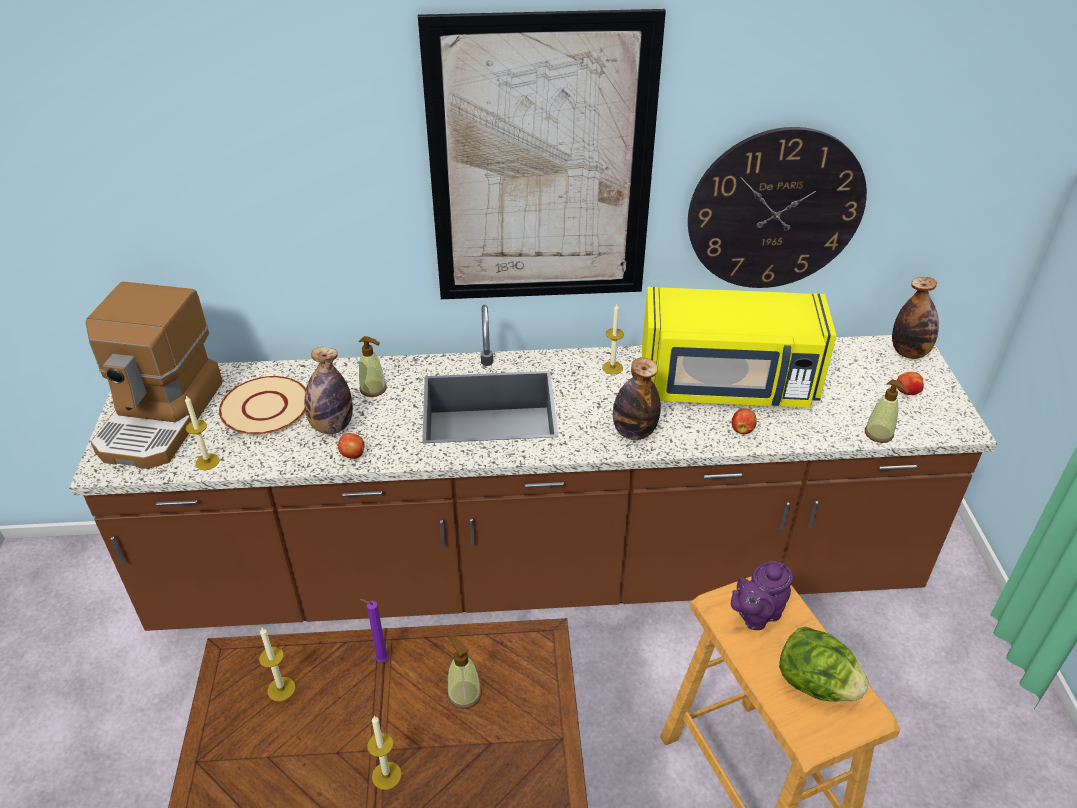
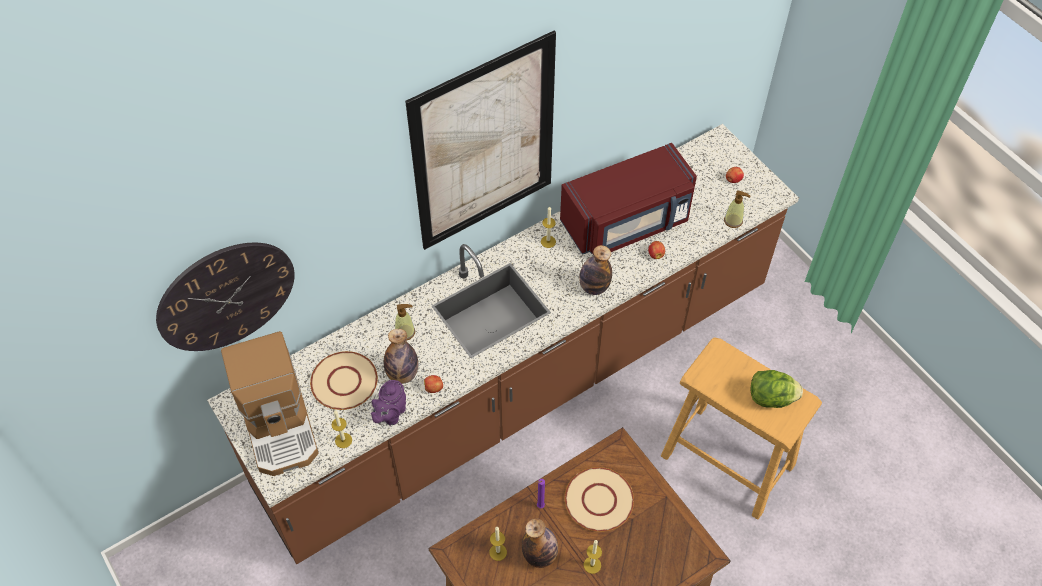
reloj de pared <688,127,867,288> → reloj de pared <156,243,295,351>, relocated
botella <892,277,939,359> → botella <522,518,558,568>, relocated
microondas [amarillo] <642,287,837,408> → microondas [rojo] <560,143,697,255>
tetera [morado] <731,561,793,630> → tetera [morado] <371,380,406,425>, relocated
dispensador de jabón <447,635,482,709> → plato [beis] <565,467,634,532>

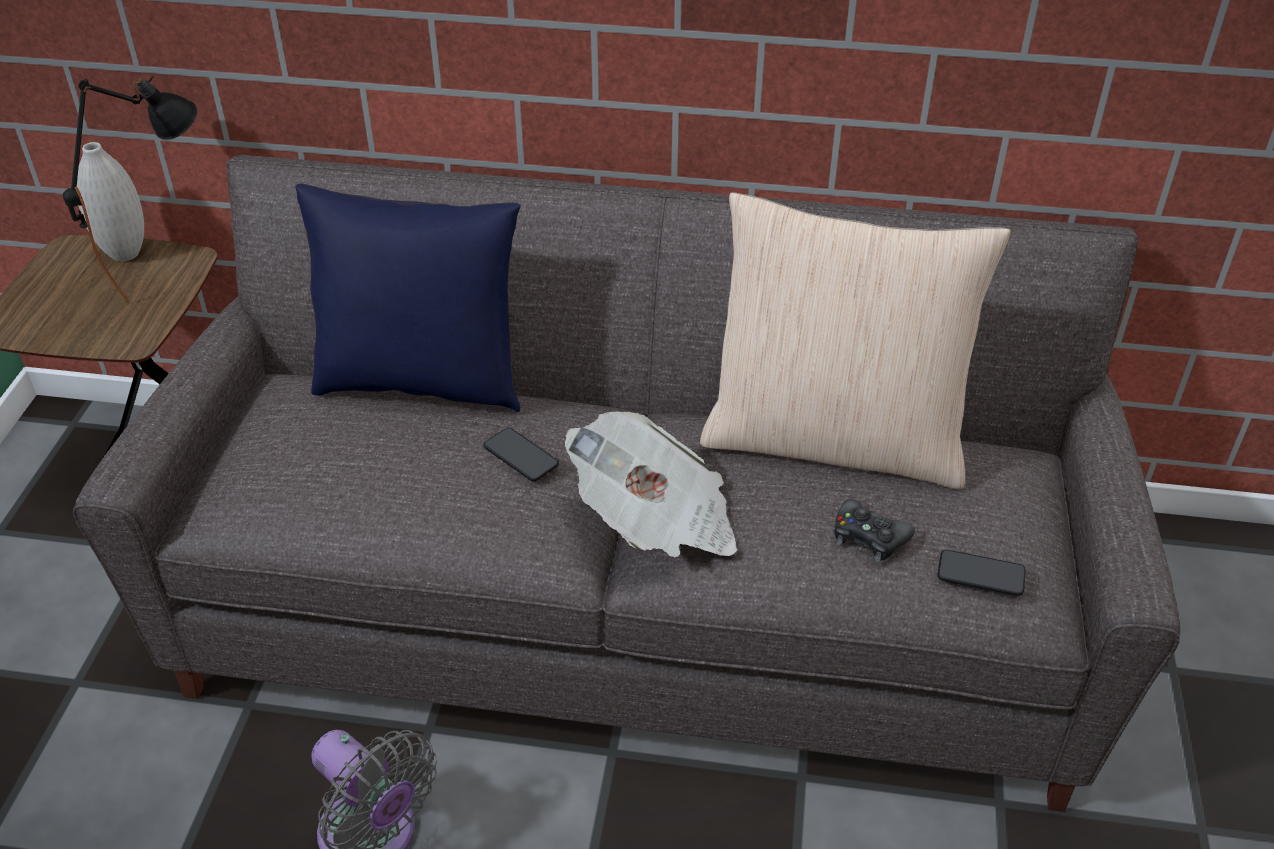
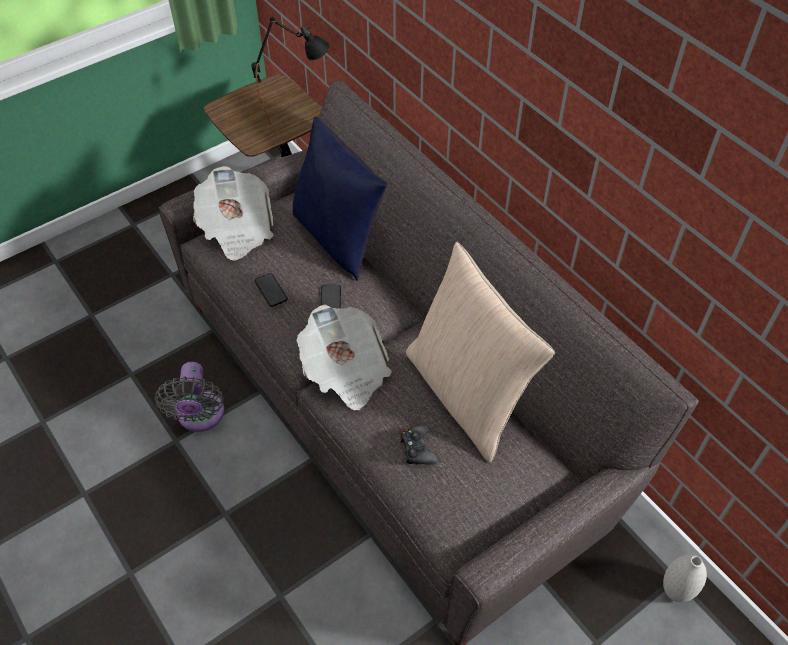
florero [blanco] <77,142,144,261> → florero [blanco] <663,555,707,602>, relocated
móvil <938,549,1026,596> → móvil <254,273,288,307>, relocated
- → periódico <193,166,273,261>

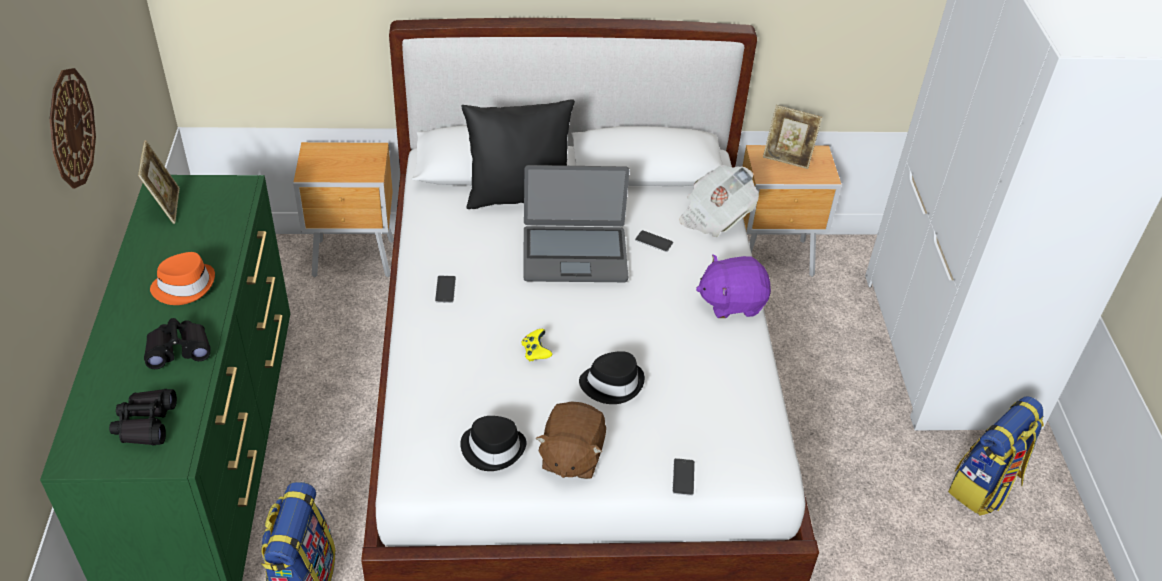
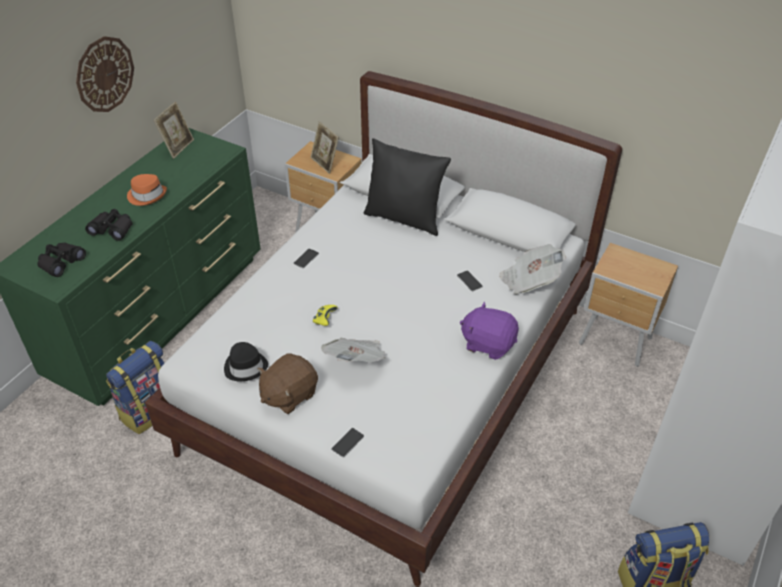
portarretratos <763,105,822,169> → portarretratos <311,121,339,174>, relocated
portátil <523,165,630,282> → -
sombrero [negro] <579,351,645,404> → periódico <321,338,386,363>

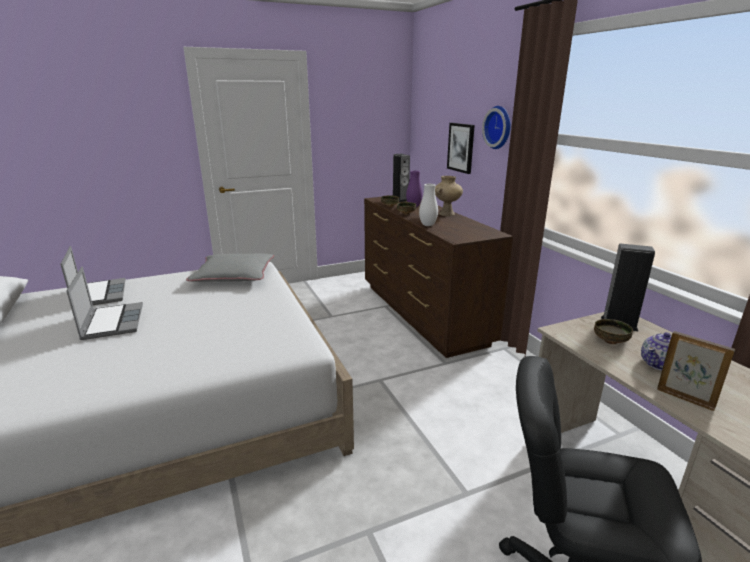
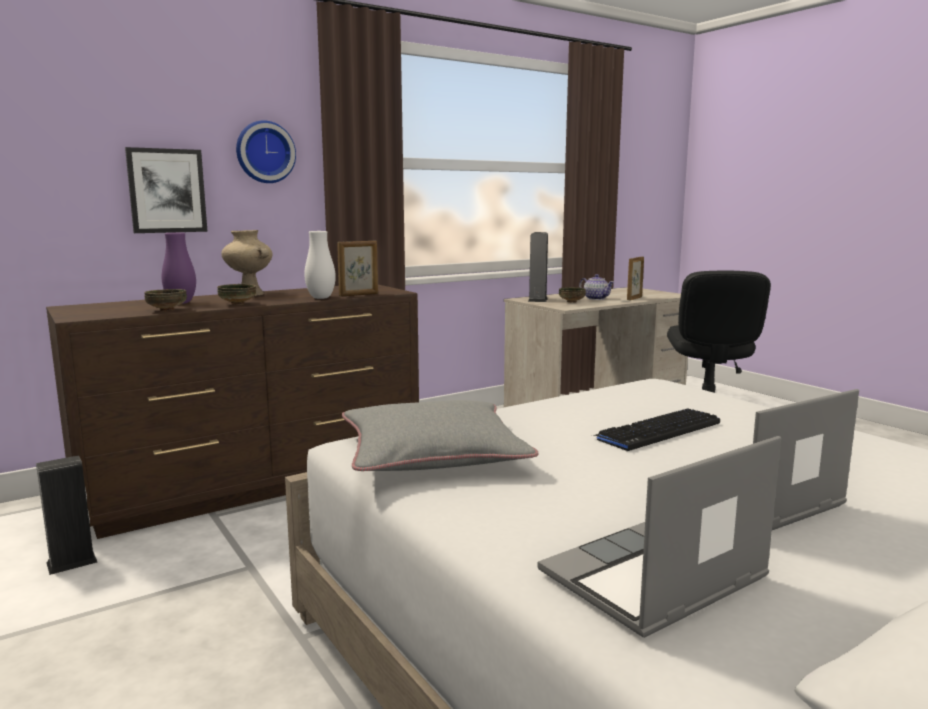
altavoz <393,154,410,202> → altavoz <36,455,97,575>, relocated
- → portarretratos <337,241,378,296>
- → teclado <593,408,720,452>

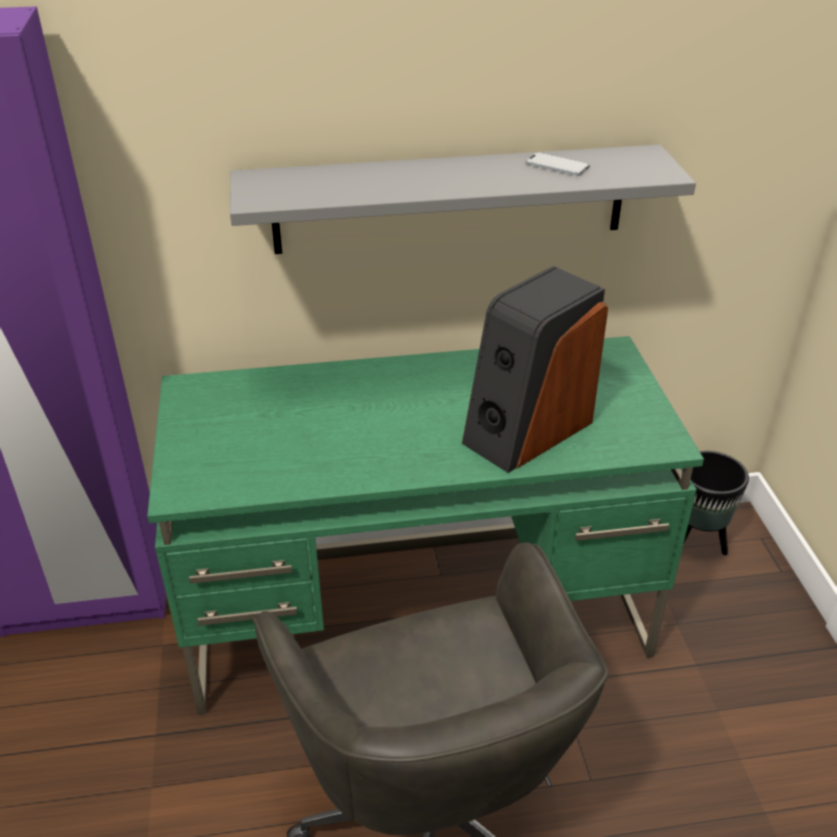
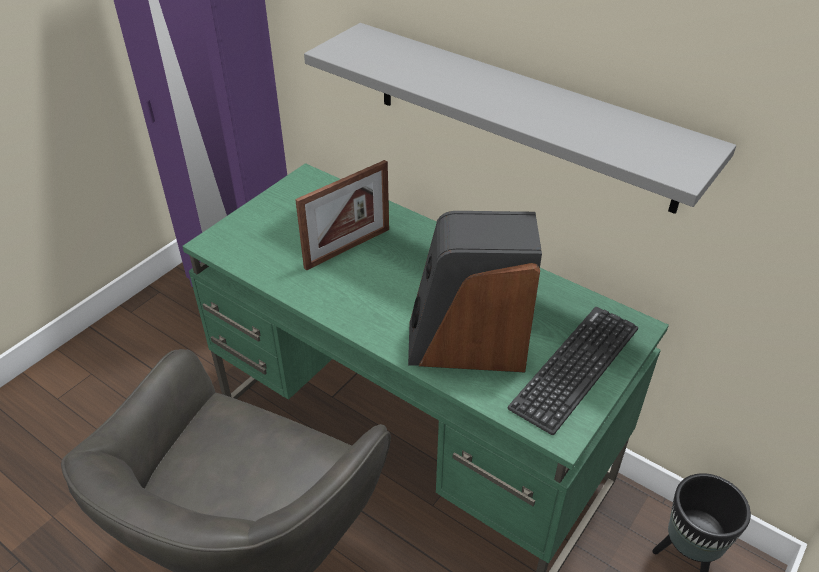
móvil <526,152,590,176> → -
- → portarretratos <295,160,389,271>
- → teclado <507,307,638,435>

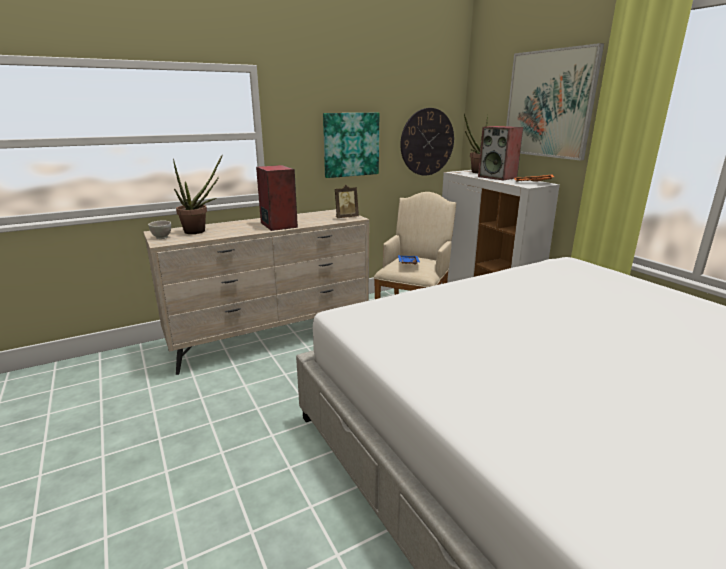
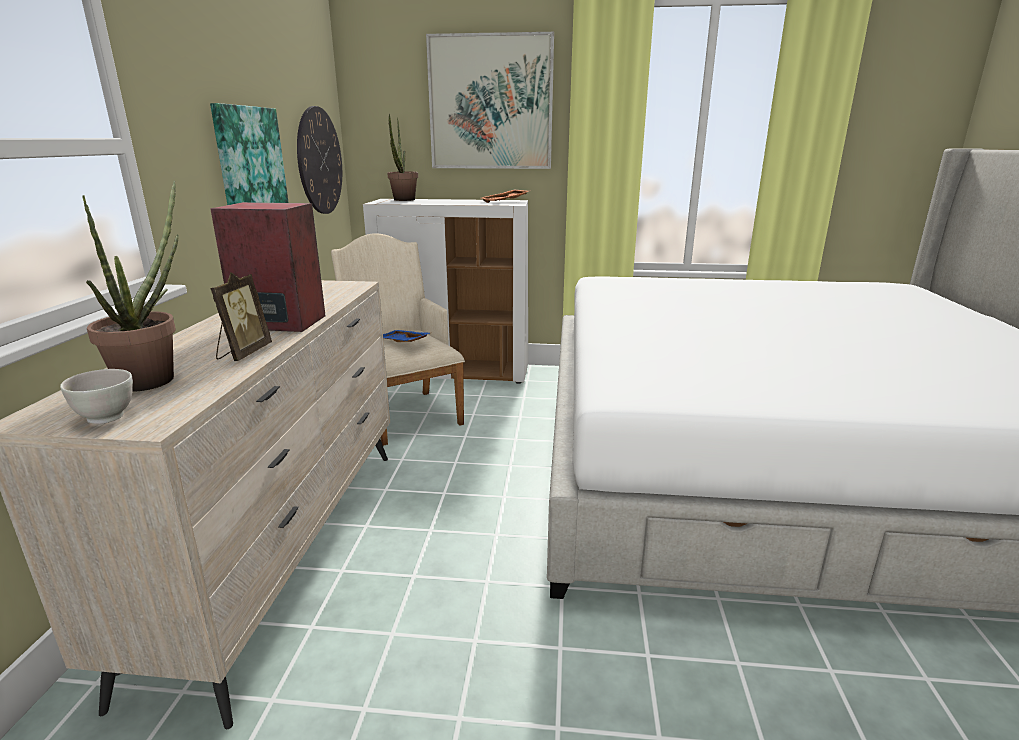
altavoz <478,126,523,181> → -
portarretratos <335,185,359,218> → portarretratos <210,272,272,361>, relocated

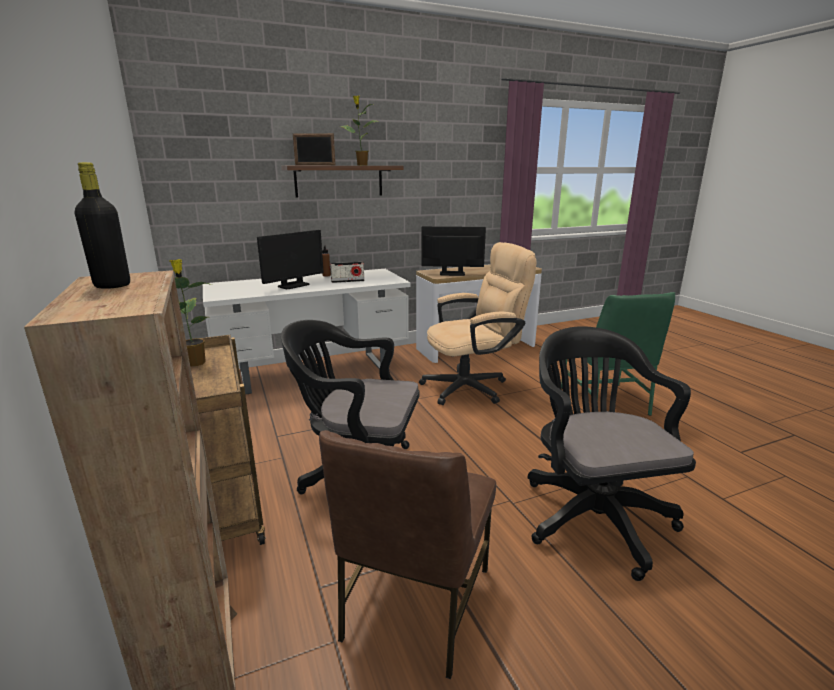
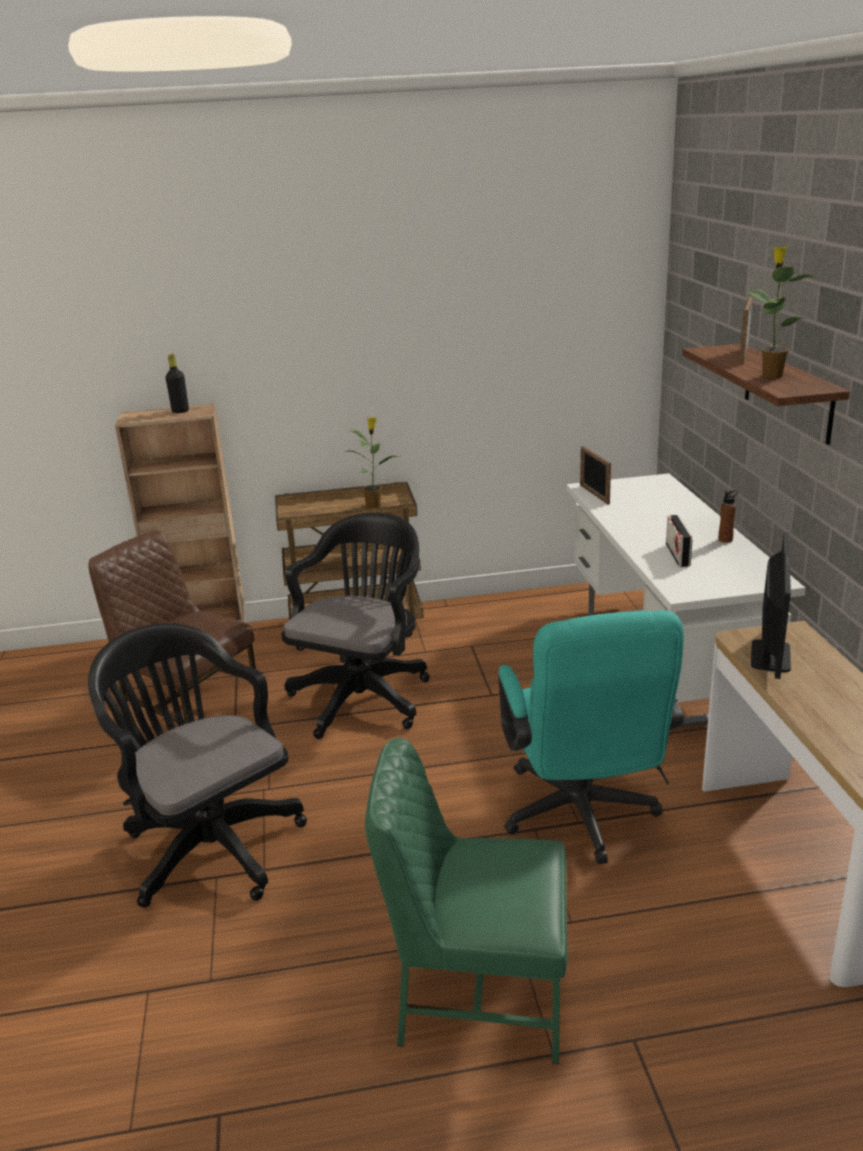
monitor <257,230,324,289> → -
silla de oficina [beis] <419,242,537,405> → silla de oficina [turquesa] <498,610,684,864>
silla de oficina [negro] <527,326,696,581> → silla de oficina [negro] <88,623,307,908>, 135 degrees counterclockwise
- → portarretratos <580,446,611,504>

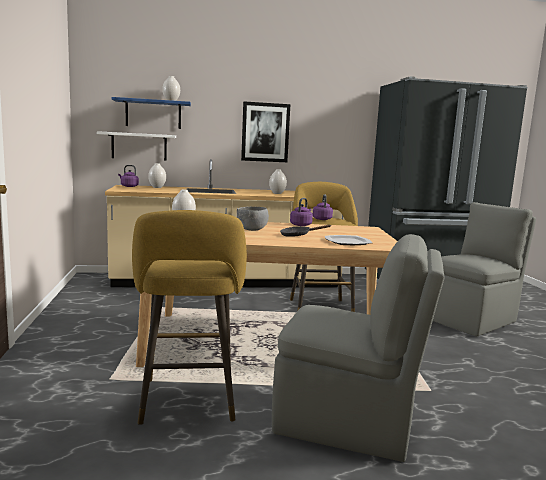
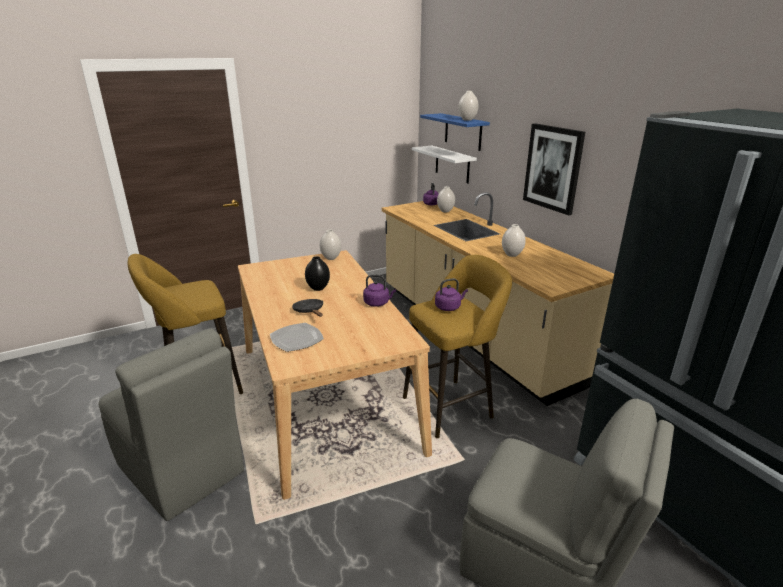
cuenco [gris] <237,207,269,231> → florero [negro] <305,256,330,291>
silla [gris] <272,234,445,462> → silla [gris] <98,329,244,521>, 45 degrees counterclockwise

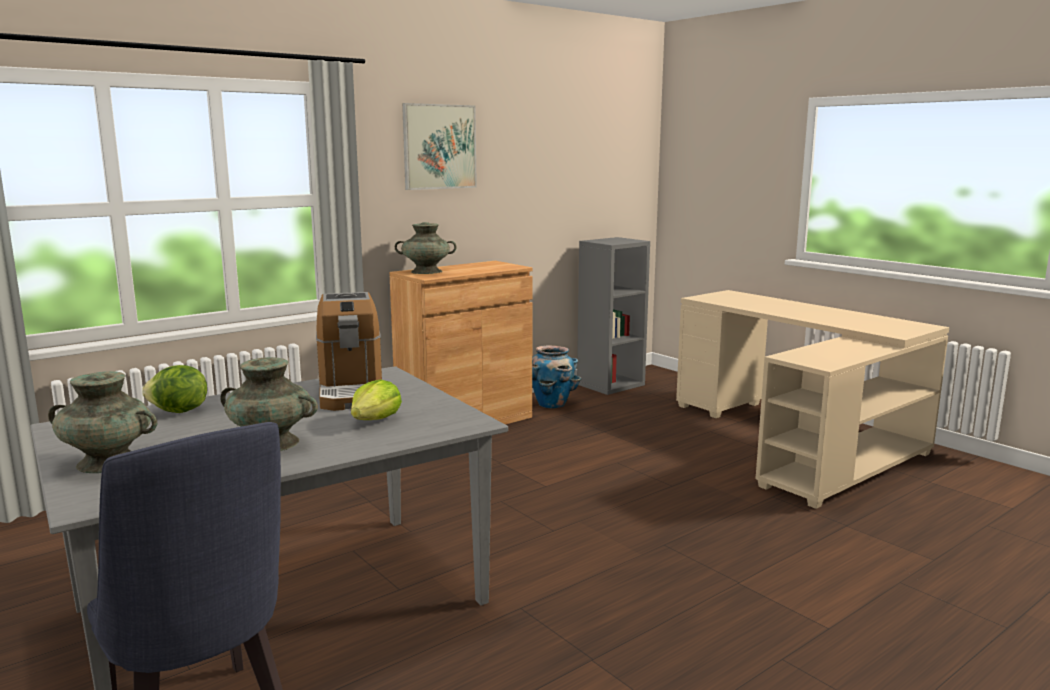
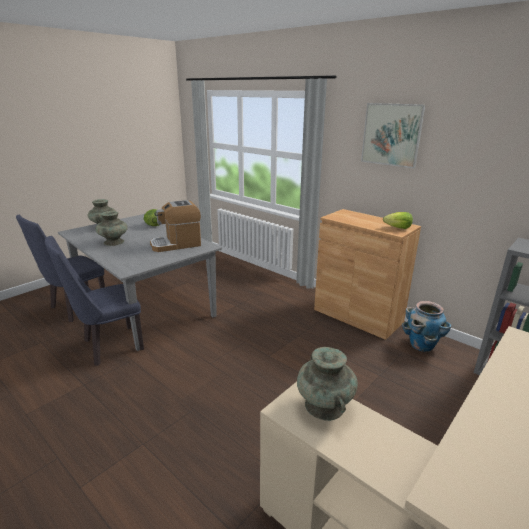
florero [turquesa] <395,222,457,274> → florero [turquesa] <297,347,358,421>, relocated
lechuga <351,379,402,420> → lechuga <383,212,413,229>, relocated
- → silla [azul] <45,236,144,366>

